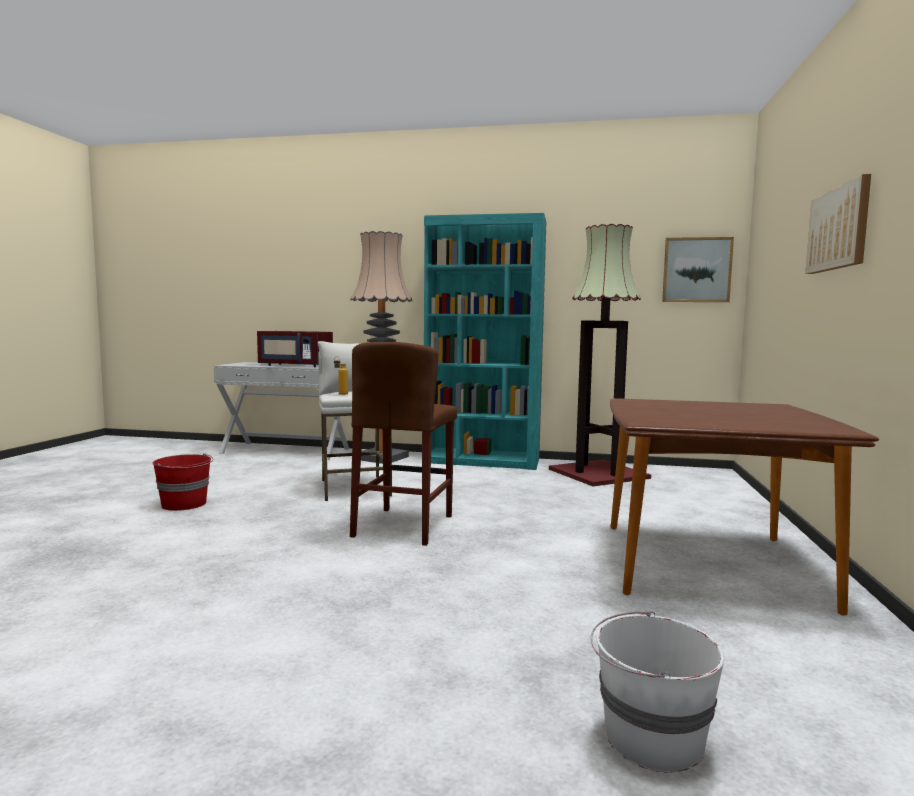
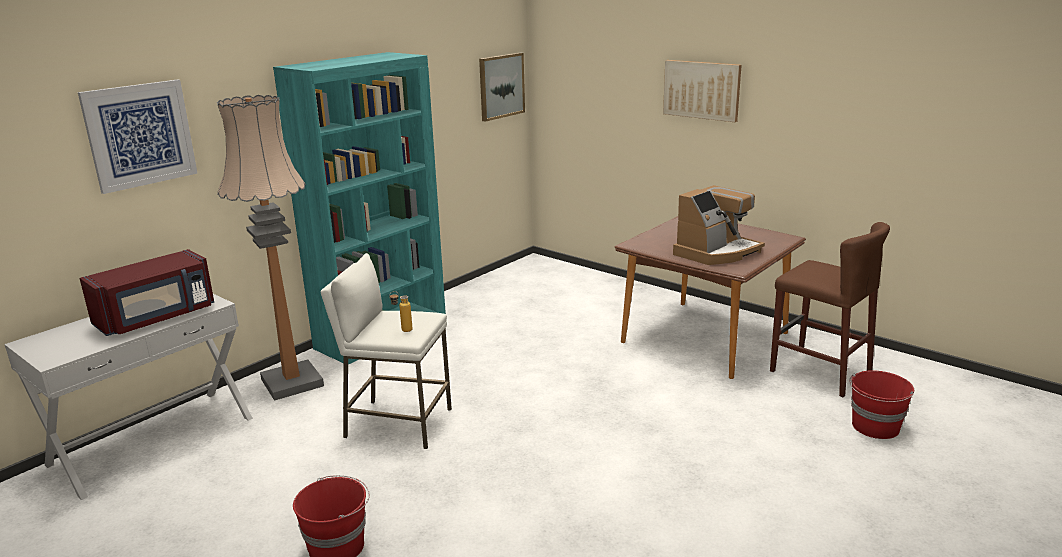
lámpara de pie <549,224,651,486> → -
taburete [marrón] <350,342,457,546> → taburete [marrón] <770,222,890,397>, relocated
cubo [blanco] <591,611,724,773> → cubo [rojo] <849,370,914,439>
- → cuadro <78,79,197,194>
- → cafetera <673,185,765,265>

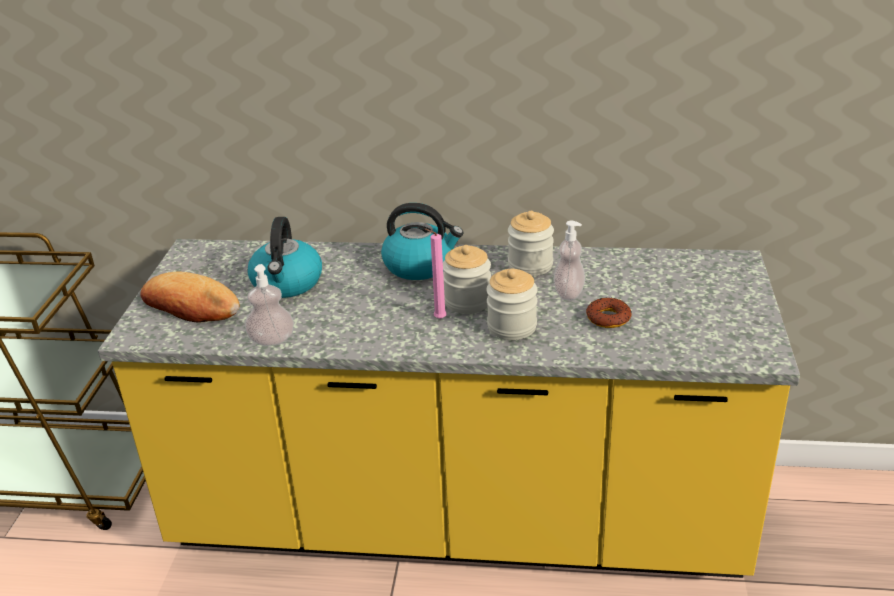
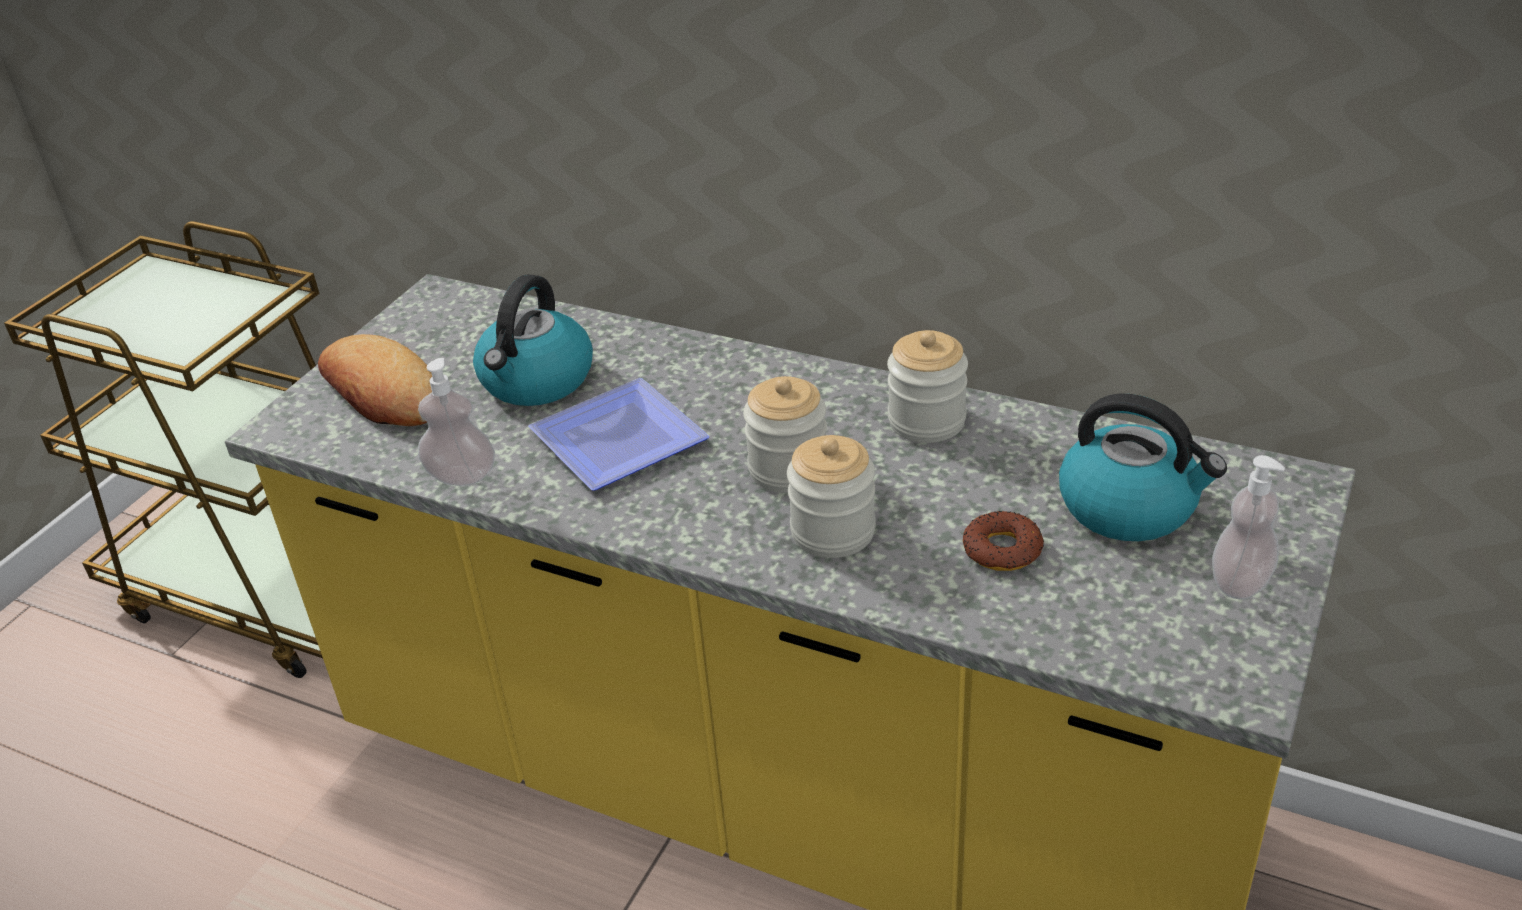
hervidor <381,203,463,280> → hervidor <1059,393,1227,541>, relocated
dispensador de jabón <553,221,585,300> → dispensador de jabón <1212,455,1285,600>, relocated
vela [rosa] <425,228,447,319> → -
- → plato <528,378,709,491>

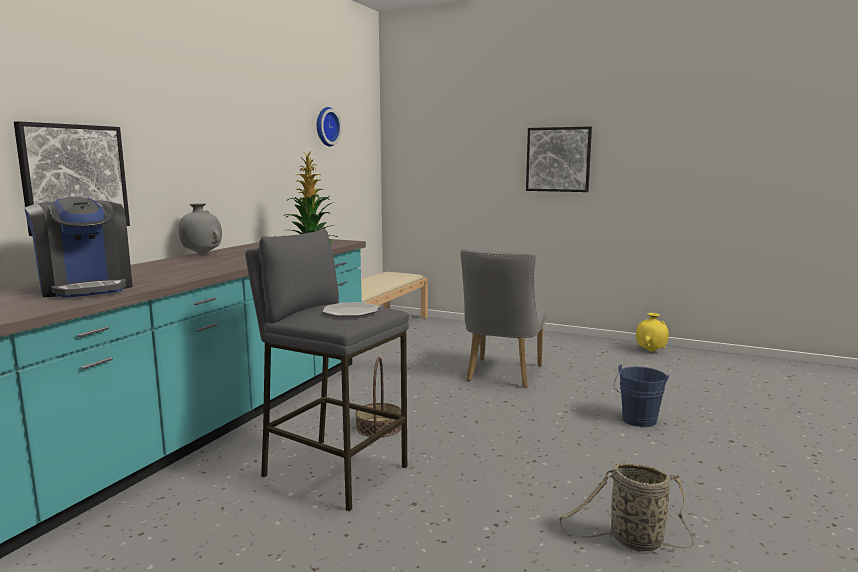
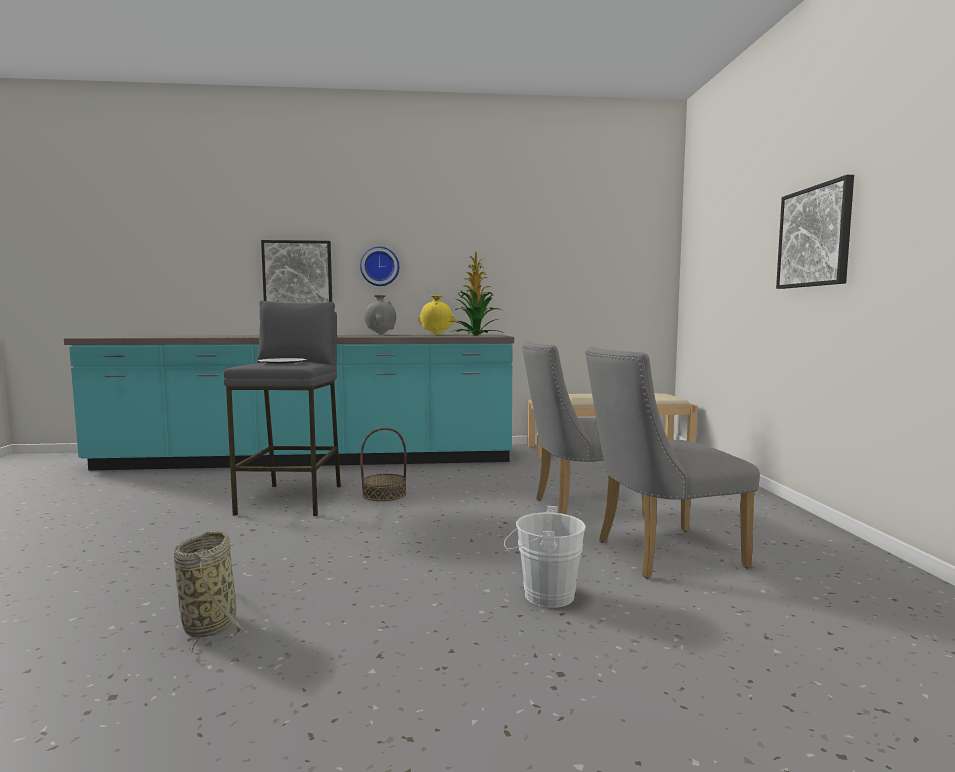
reloj de pared <317,107,342,147> → reloj de pared <360,247,399,286>, relocated
cafetera <24,197,133,298> → -
florero [amarillo] <636,313,669,352> → florero [amarillo] <418,295,455,335>, relocated
cubo [azul] <614,364,669,427> → cubo [blanco] <504,506,586,608>
- → silla [gris] <585,347,760,579>

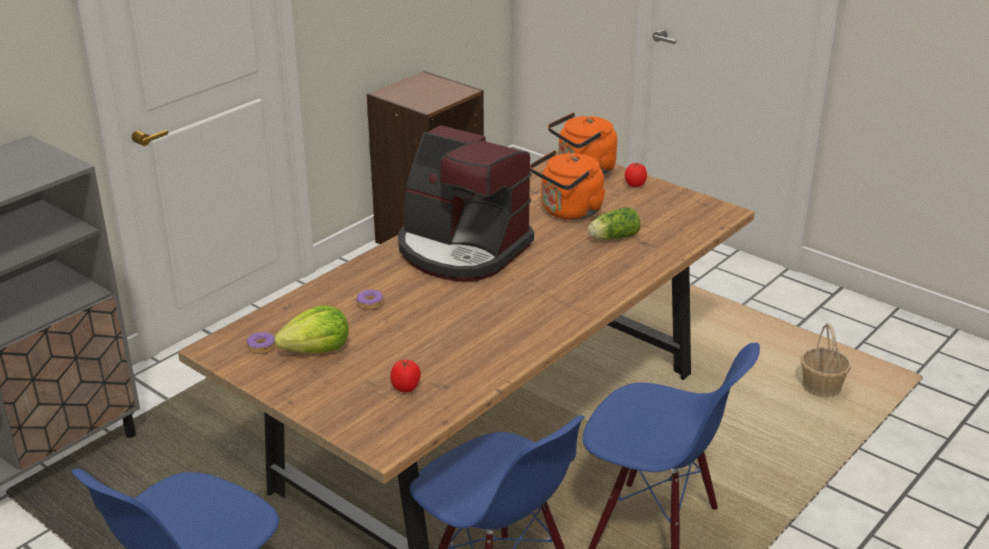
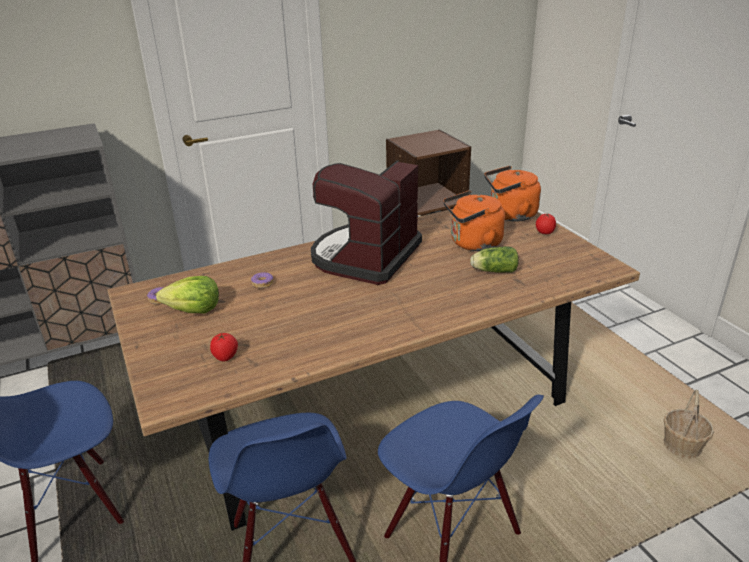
cafetera <398,125,534,282> → cafetera <311,160,422,285>, 60 degrees clockwise

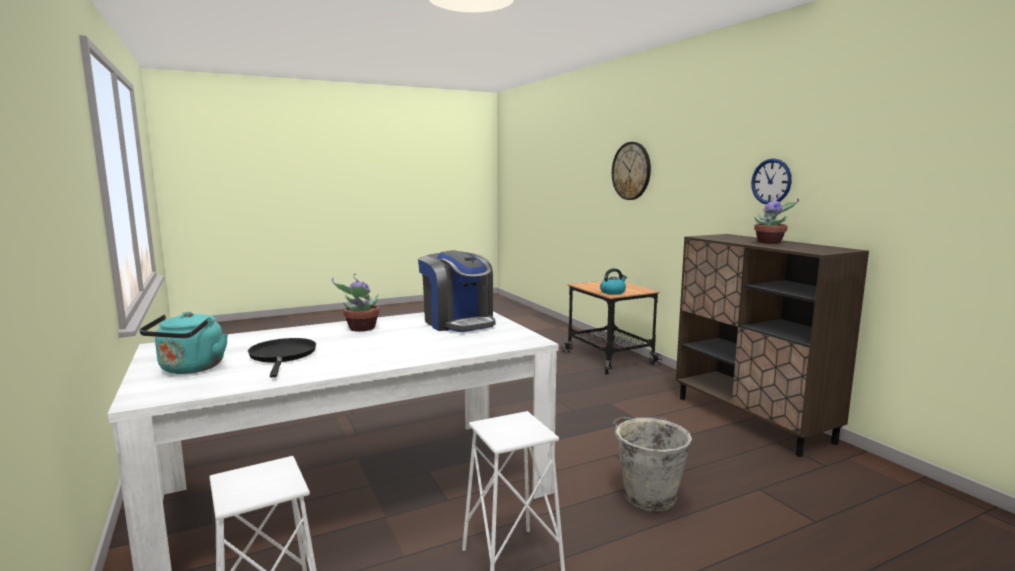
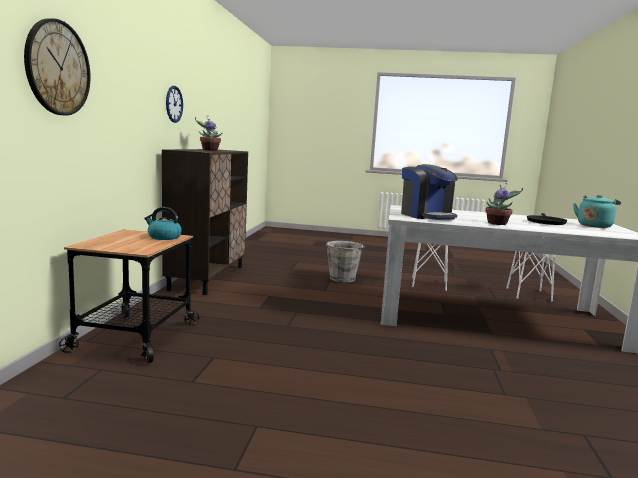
cafetera <418,250,496,332> → cafetera <401,164,458,220>, 150 degrees clockwise

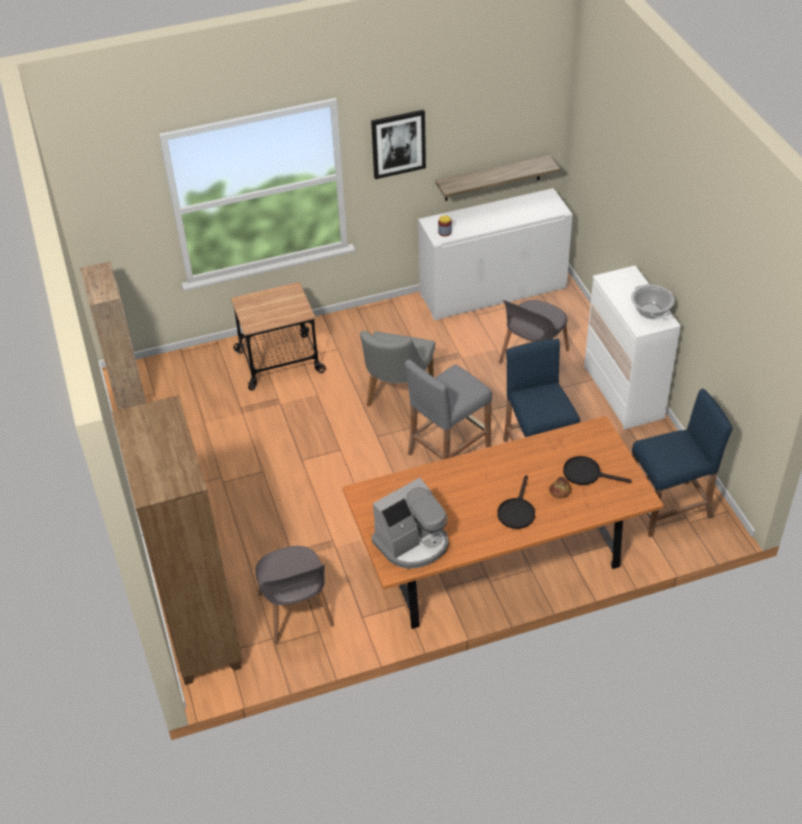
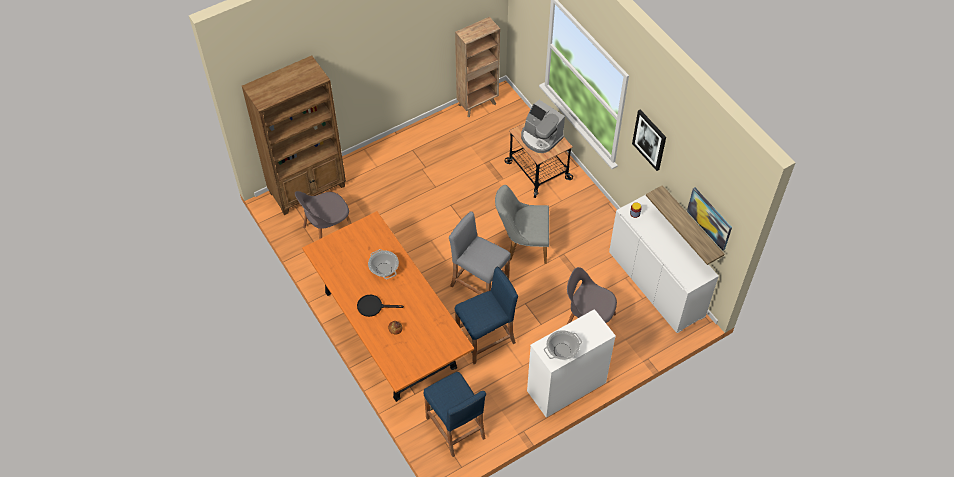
sartén [negro] <563,456,632,485> → -
cafetera <372,477,449,569> → cafetera <521,100,565,153>, relocated
- → cuadro <687,188,732,251>
- → olla <368,249,399,279>

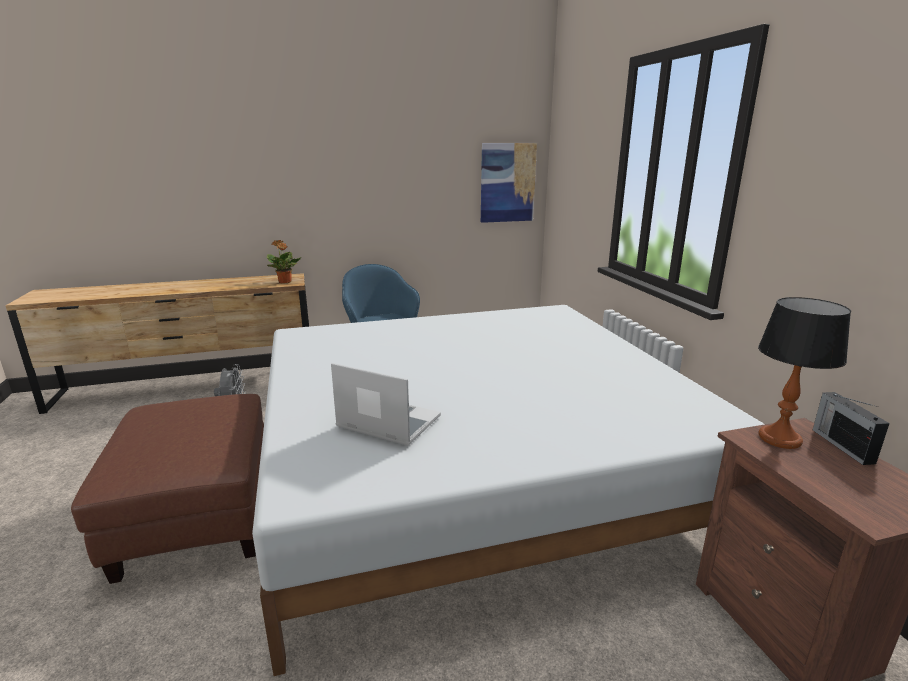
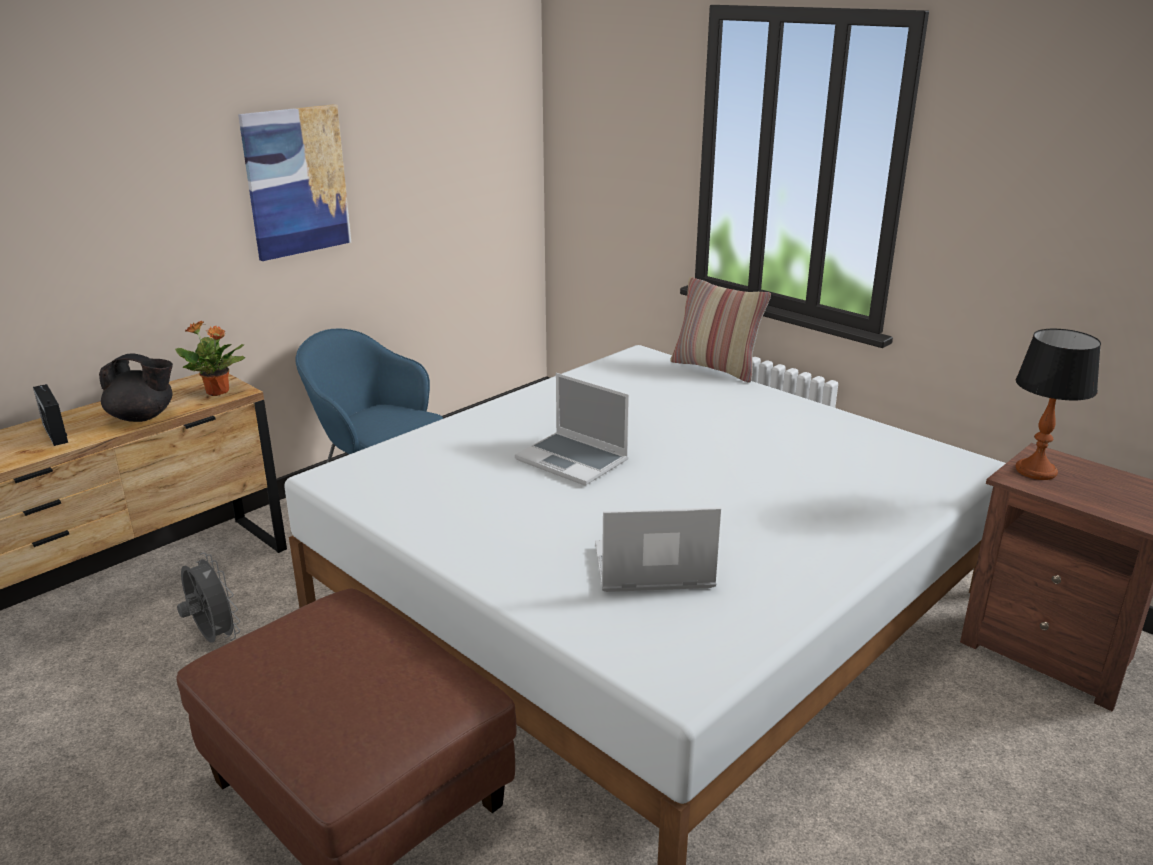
cuadro <481,143,537,223> → cuadro <238,104,351,261>, relocated
radio <813,392,890,465> → radio <33,384,68,446>, relocated
- → cojín <670,277,771,383>
- → tetera [negro] <99,353,173,422>
- → portátil <515,373,629,486>

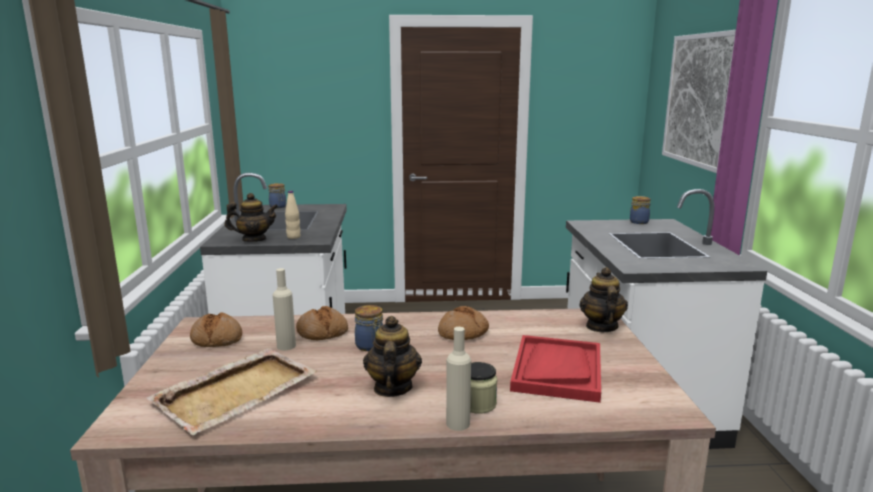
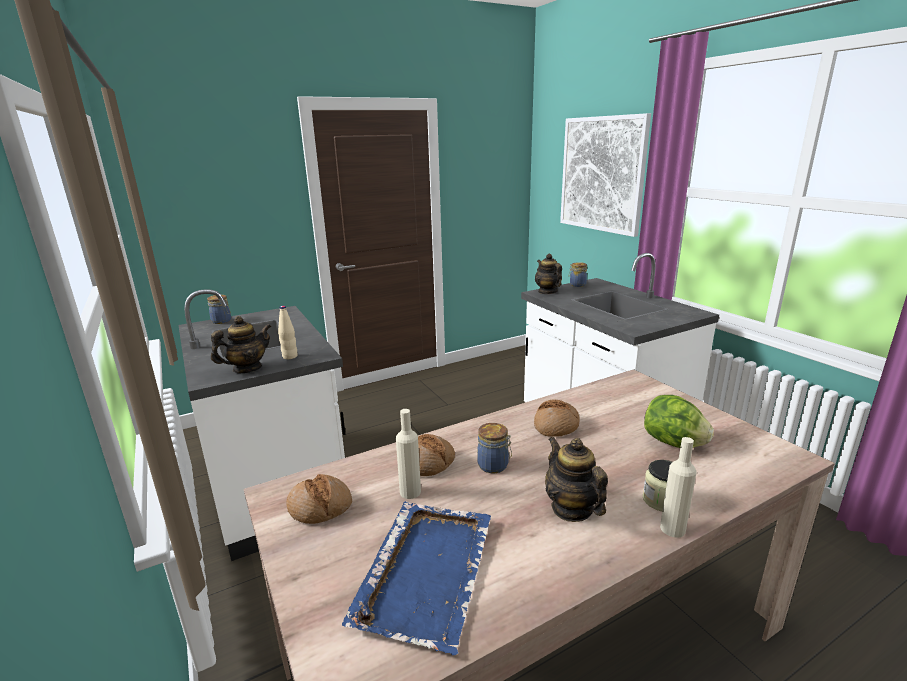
tetera <579,267,628,332> → tetera <535,254,562,294>, relocated
bandeja [rojo] <510,335,601,403> → lechuga <644,395,714,448>
bandeja [beis] <147,348,317,435> → bandeja [azul] <342,501,491,655>

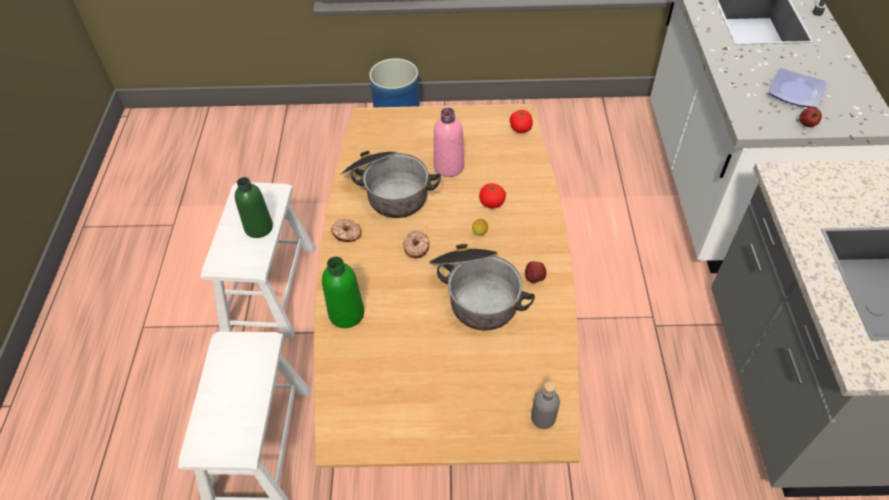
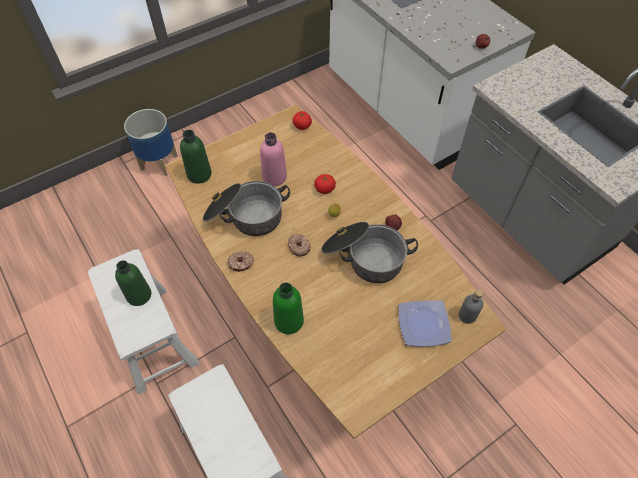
plato <769,68,827,108> → plato <399,300,452,347>, relocated
- → botella [verde] <180,130,212,184>

